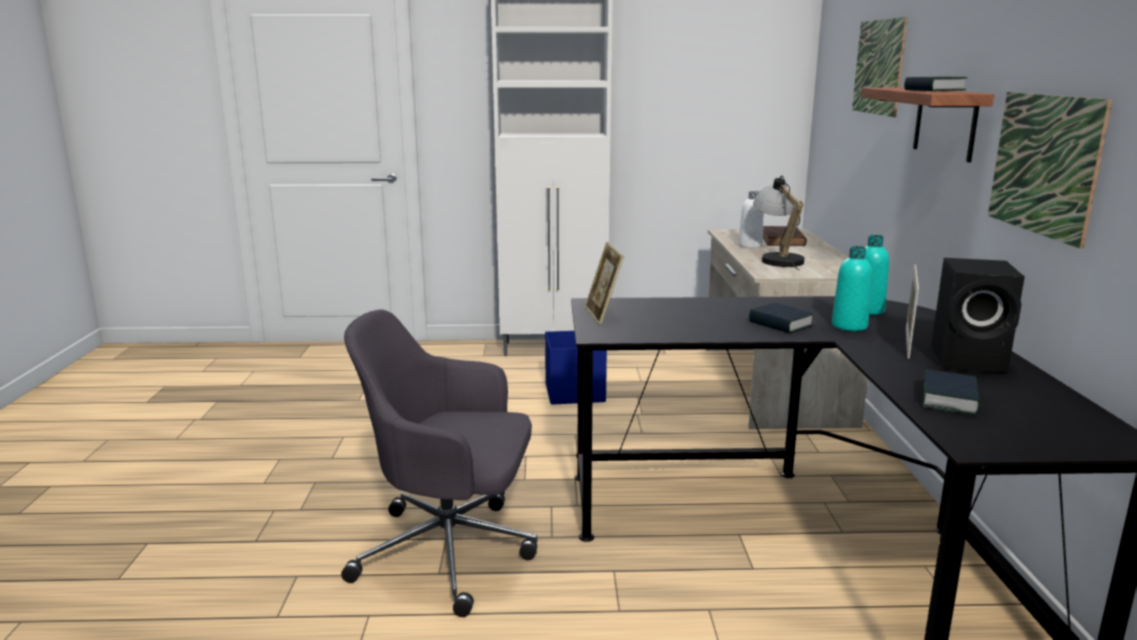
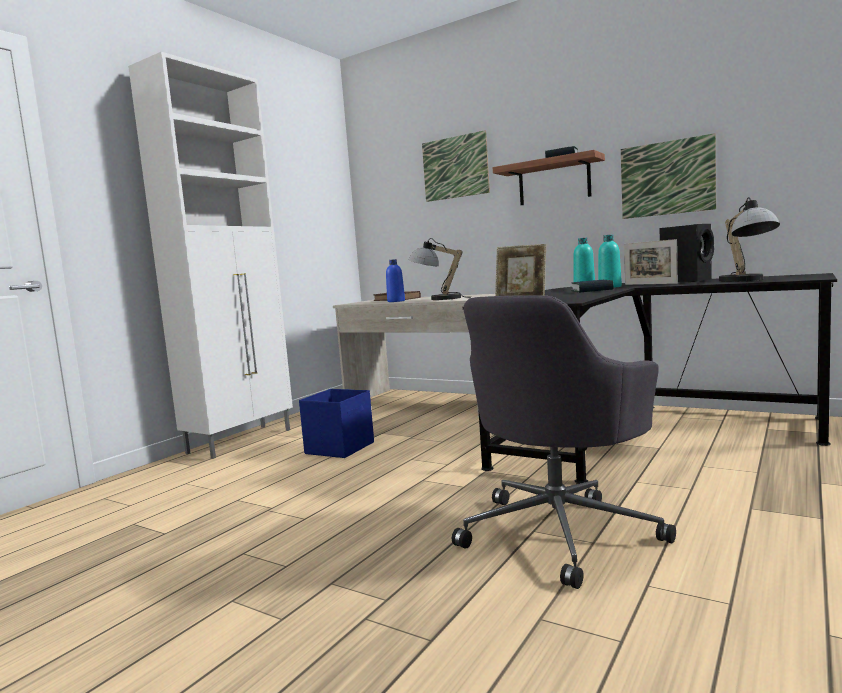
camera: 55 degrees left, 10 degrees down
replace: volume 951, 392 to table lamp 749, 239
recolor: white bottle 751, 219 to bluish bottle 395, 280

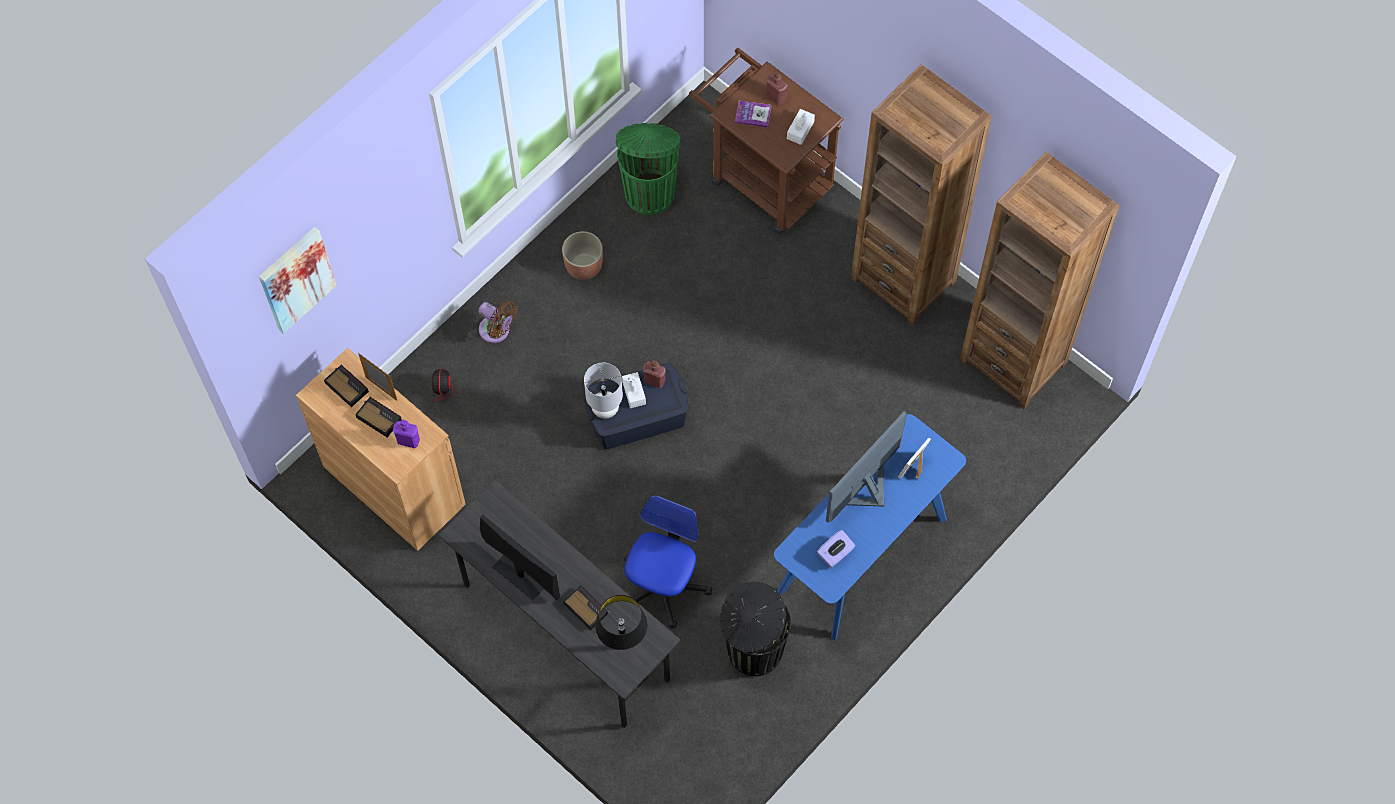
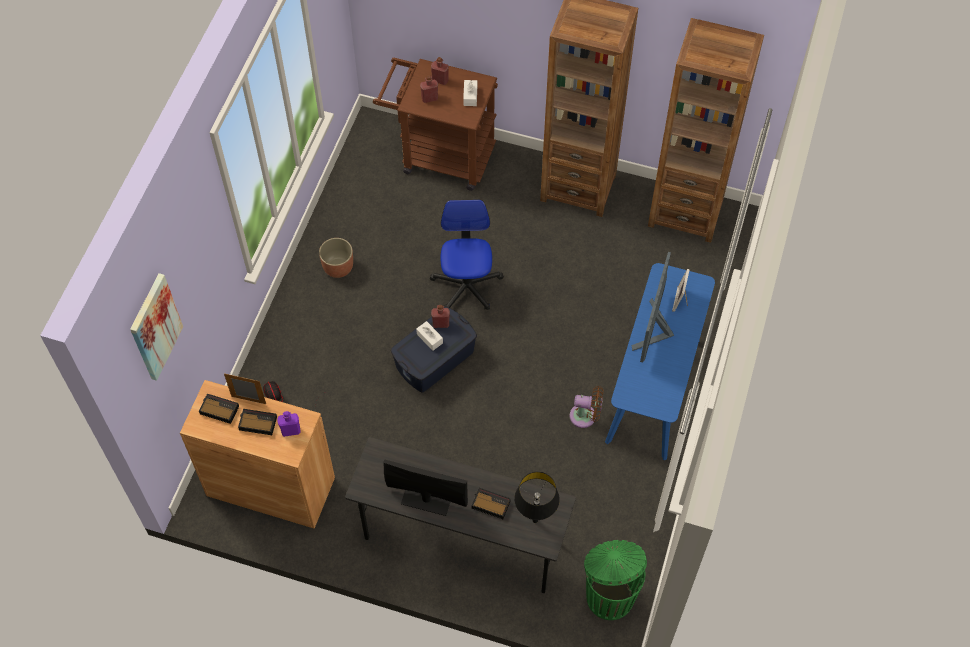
camera: 25 degrees left, 5 degrees down
delete: greyish table lamp 603, 391; blackish trash can 755, 629; purple tissue holder 836, 549
move: brown electric fan 498, 322 to 586, 407; greenish trash can 648, 169 to 615, 580; office chair 668, 562 to 467, 255
replace: volume 753, 114 to red bottle 429, 89

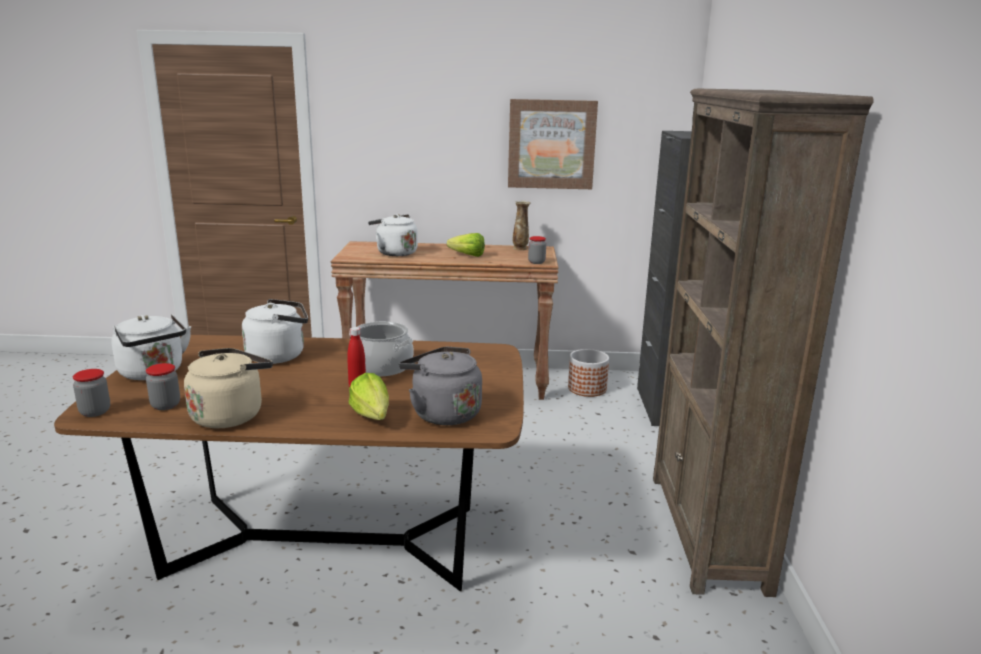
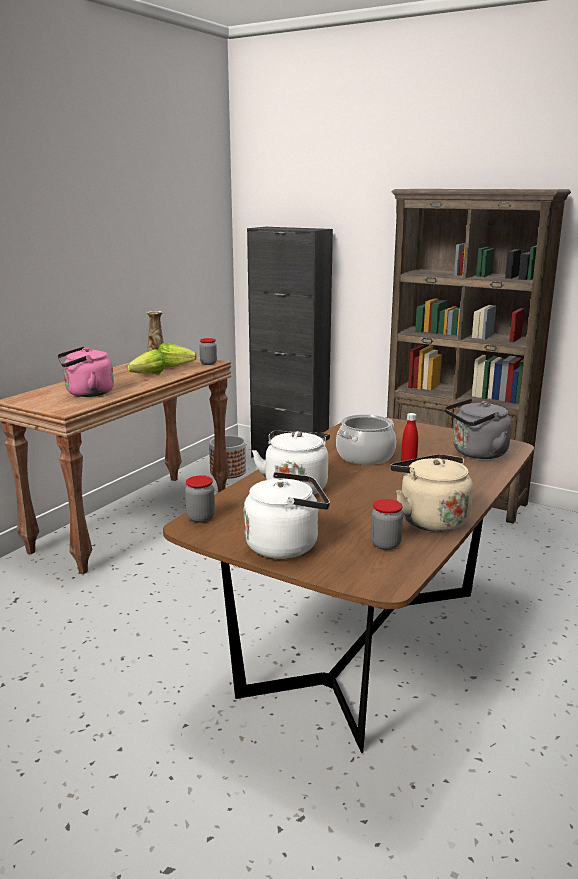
camera: 60 degrees left, 0 degrees up
delete: wall picture 553, 144
move: jar 91, 393 to 200, 499; lettuce 369, 396 to 177, 355
recolor: white water kettle 393, 235 to pink-coloured water kettle 85, 372

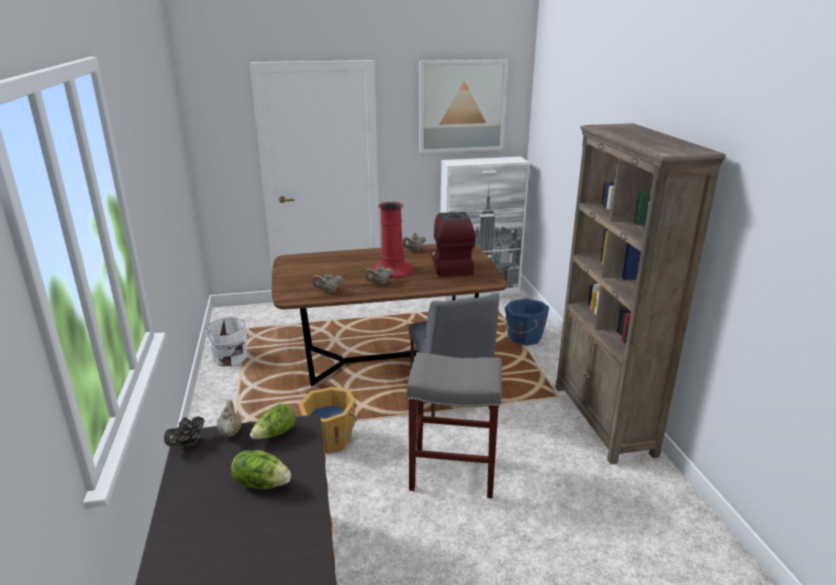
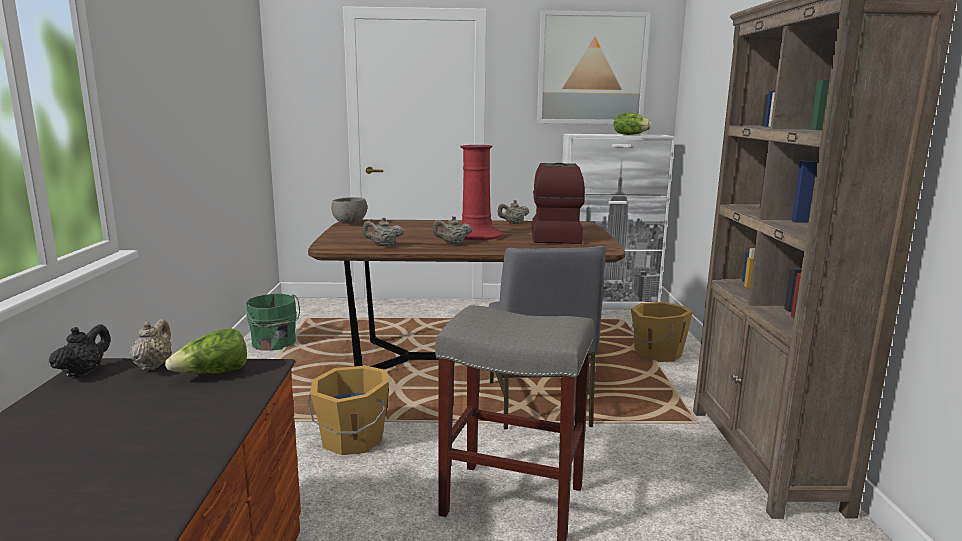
camera: 10 degrees right, 10 degrees down
insert: greyish deep dish 349, 210
move: lettuce 261, 469 to 632, 124
recolor: white pail 228, 342 to greenish pail 272, 322; bluish pail 527, 322 to orange-coloured pail 662, 332
rotate: blackish pot for tea 184, 431 = 80, 350 150 degrees clockwise

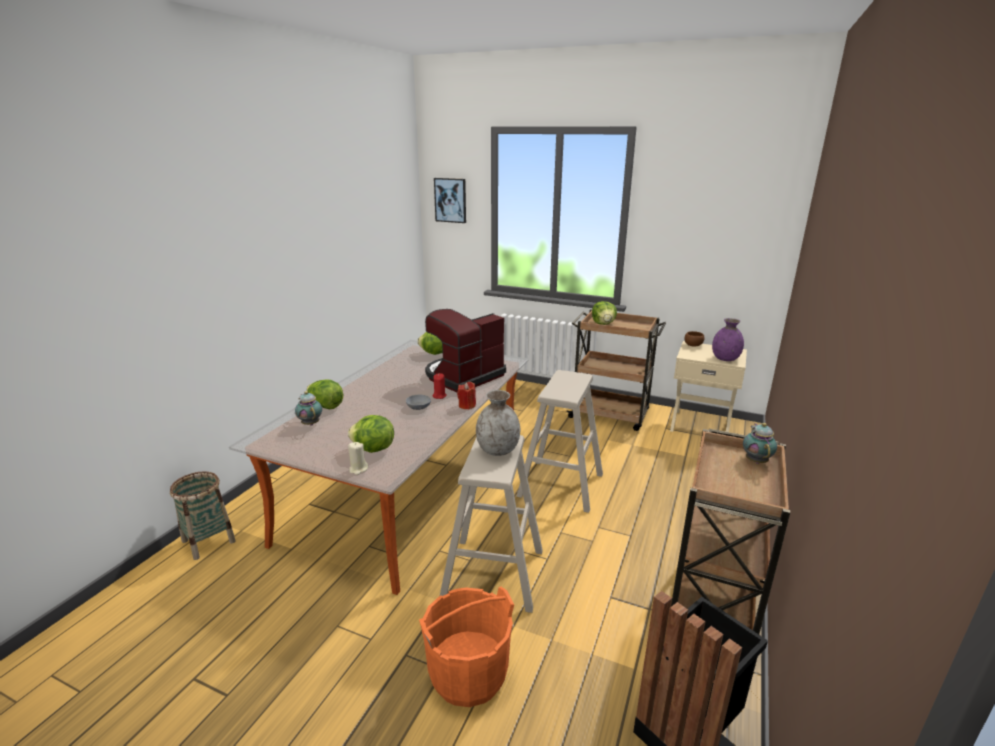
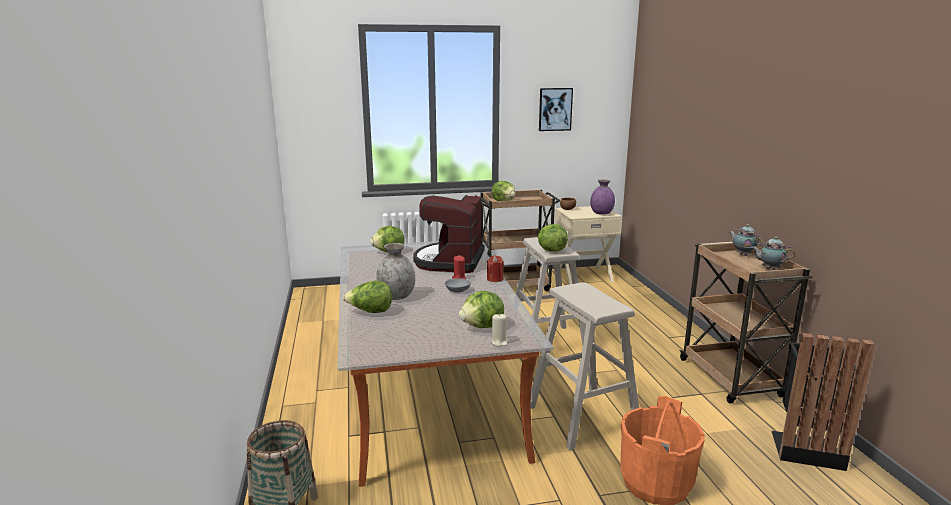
camera: 35 degrees left, 5 degrees down
insert: lettuce 553, 238
move: pot for tea 308, 408 to 773, 253; wall picture 450, 200 to 556, 109; greyish flower vase 498, 423 to 395, 271

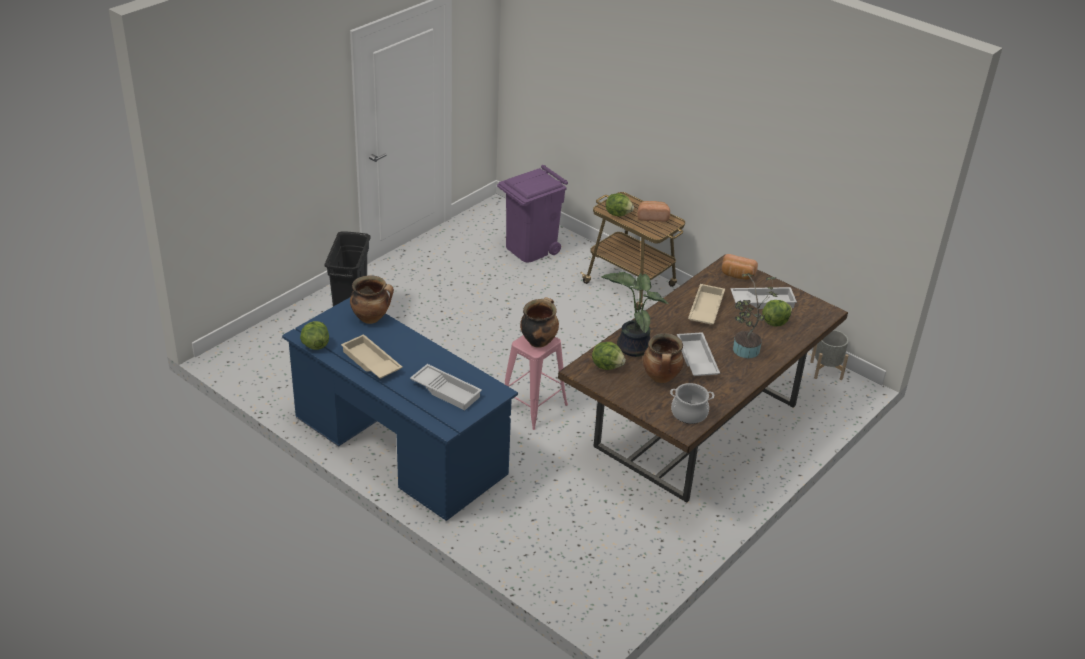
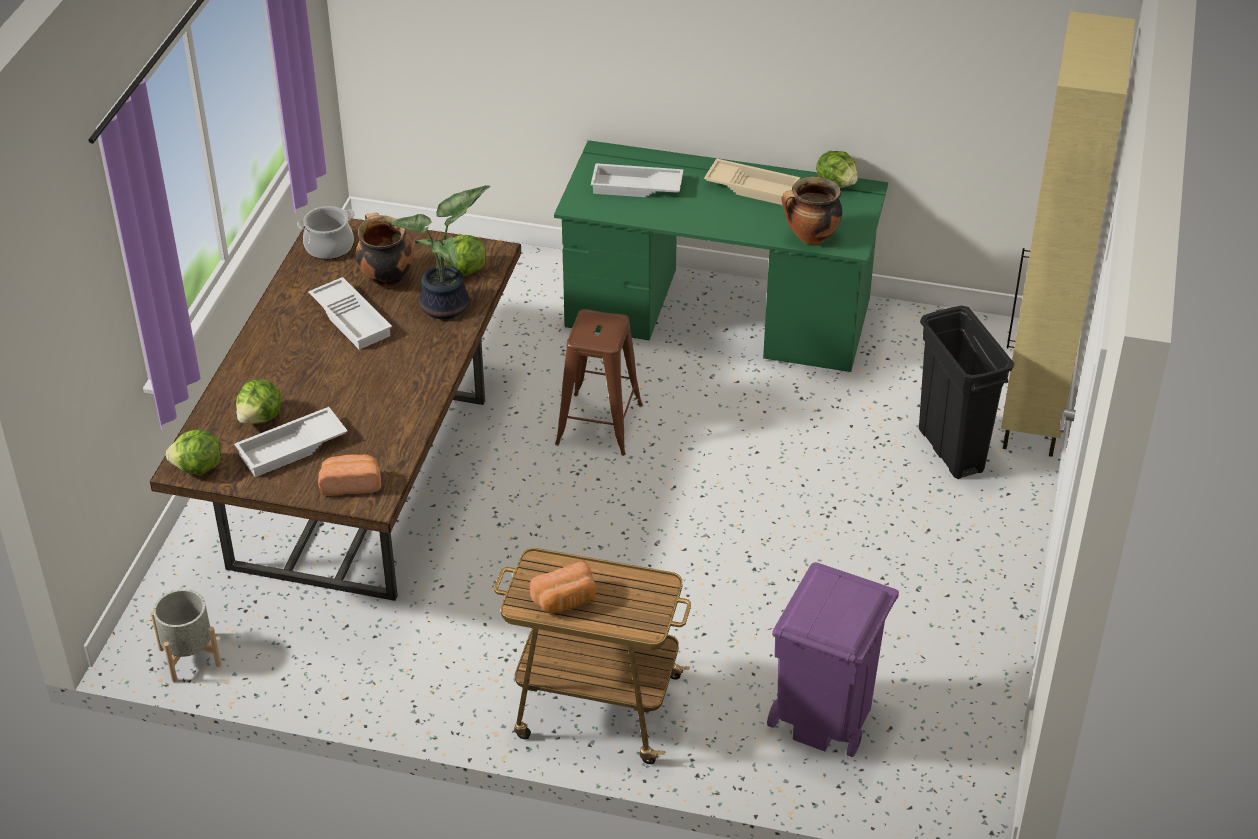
camera: 155 degrees right, 5 degrees up
delete: saucepot 539, 322; beige-coloured serving tray 706, 304; potted plant 755, 315
insert: beige-coloured cupboard 1068, 234
move: lettuce 620, 204 to 193, 452
recolor: bluish desk 400, 409 to greenish desk 721, 256; pink-coloured stool 536, 382 to brown stool 599, 382

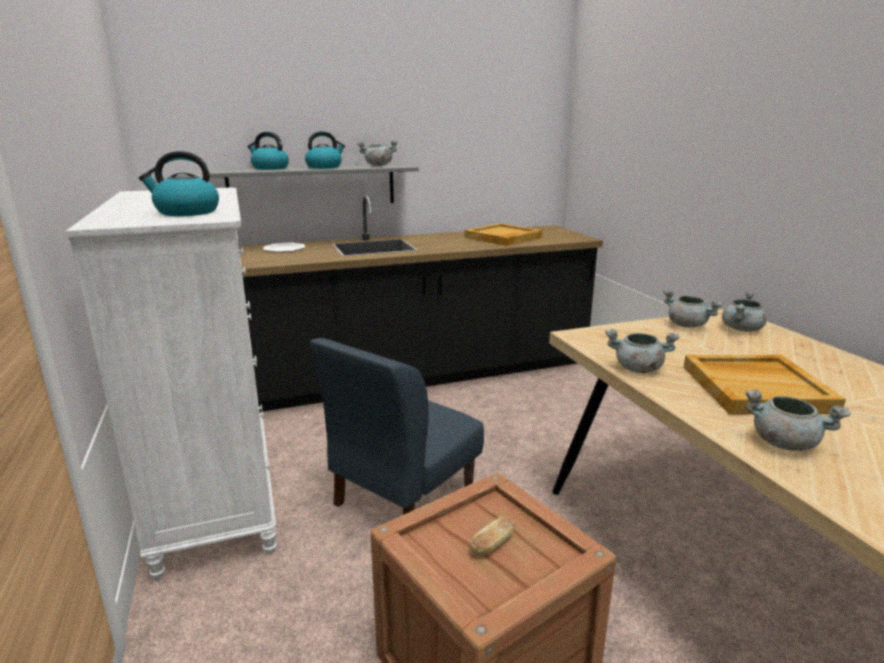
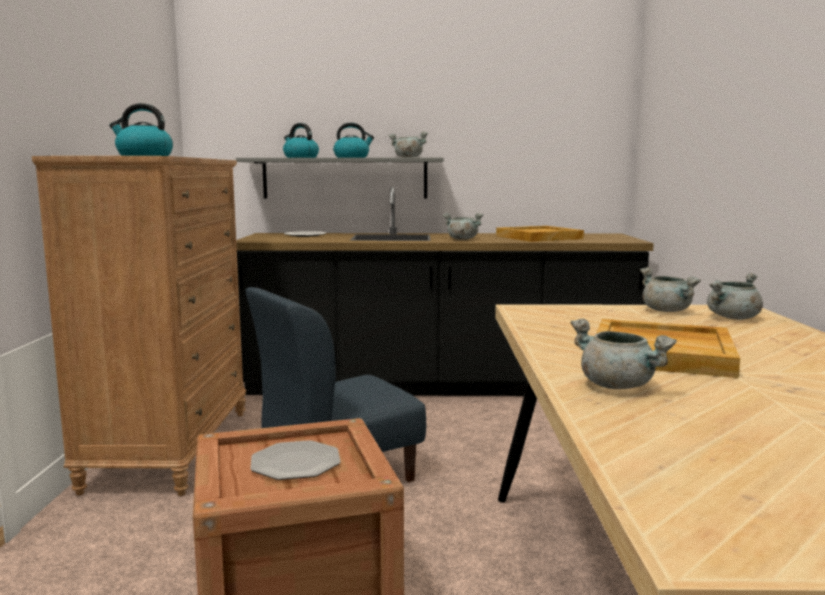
camera: 20 degrees right, 10 degrees down
move: greyish saucepot 642, 351 to 463, 226
replace: bakery bread 492, 535 to plate 295, 460
recolor: white chest of drawers 171, 384 to brown chest of drawers 139, 326

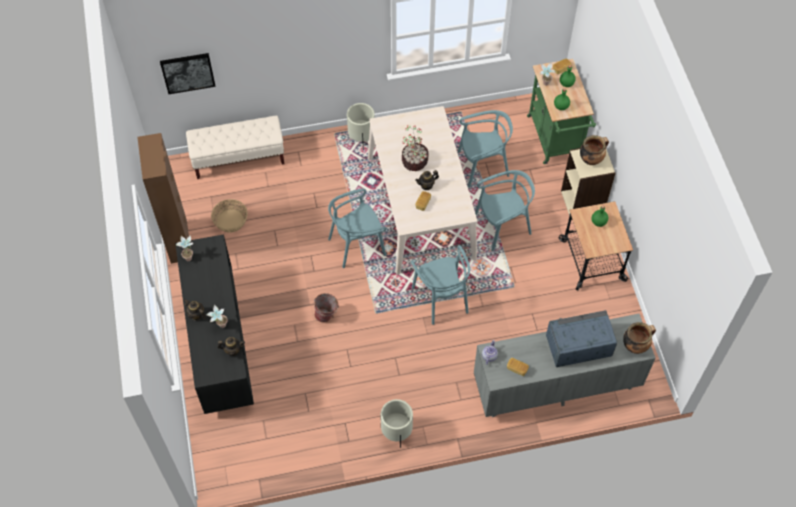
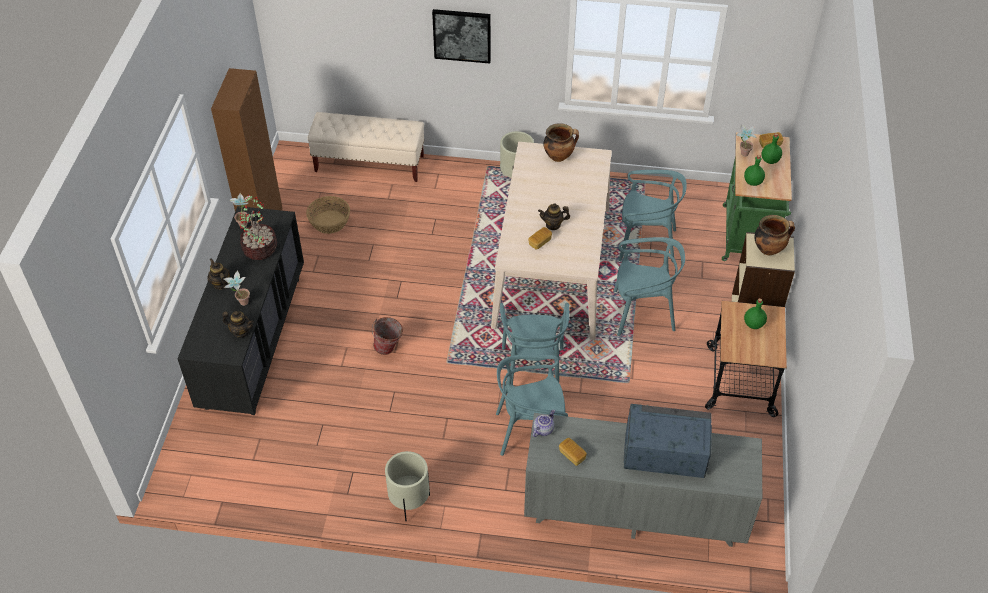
camera: 20 degrees right, 10 degrees down
move: wall picture 188, 73 to 461, 36; blue-green upright chair 357, 228 to 532, 405; potted plant 415, 148 to 258, 227; saucepot 639, 338 to 561, 142

